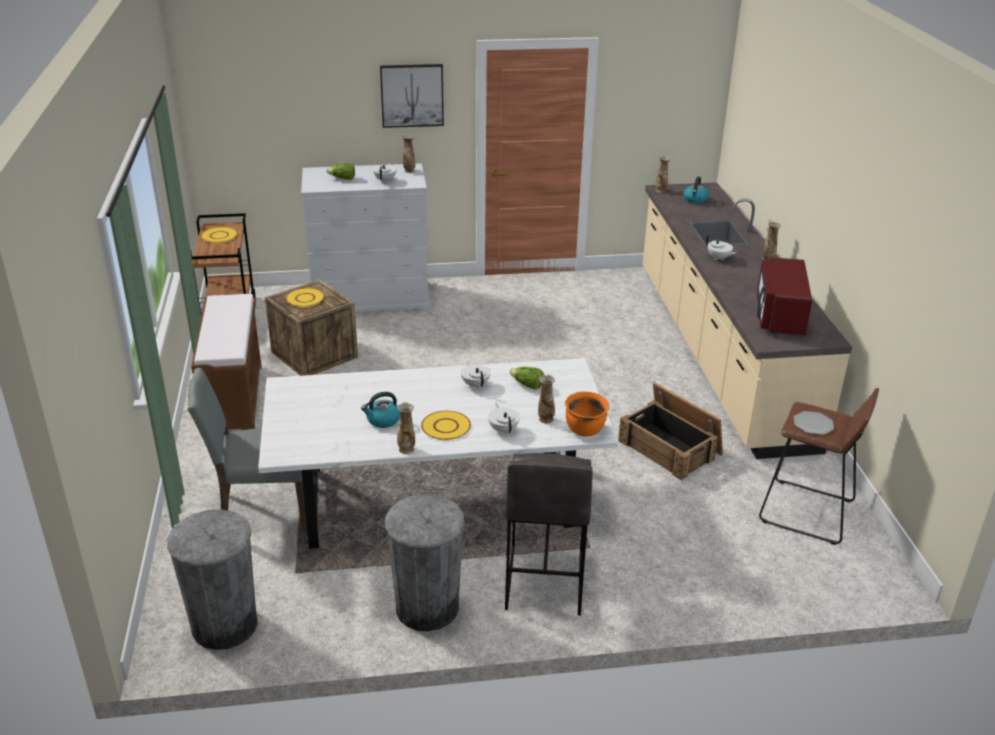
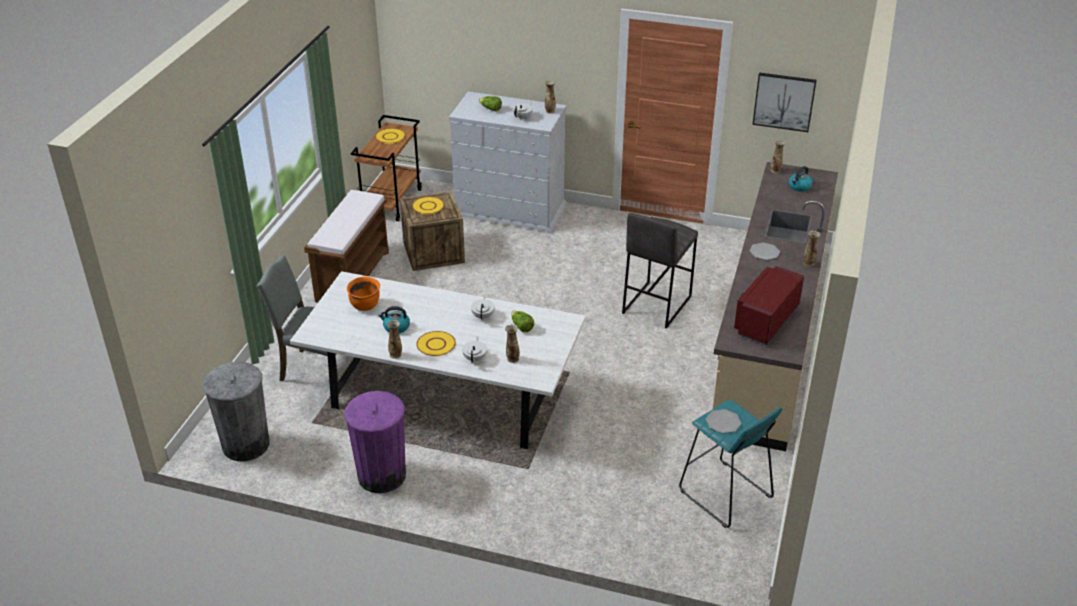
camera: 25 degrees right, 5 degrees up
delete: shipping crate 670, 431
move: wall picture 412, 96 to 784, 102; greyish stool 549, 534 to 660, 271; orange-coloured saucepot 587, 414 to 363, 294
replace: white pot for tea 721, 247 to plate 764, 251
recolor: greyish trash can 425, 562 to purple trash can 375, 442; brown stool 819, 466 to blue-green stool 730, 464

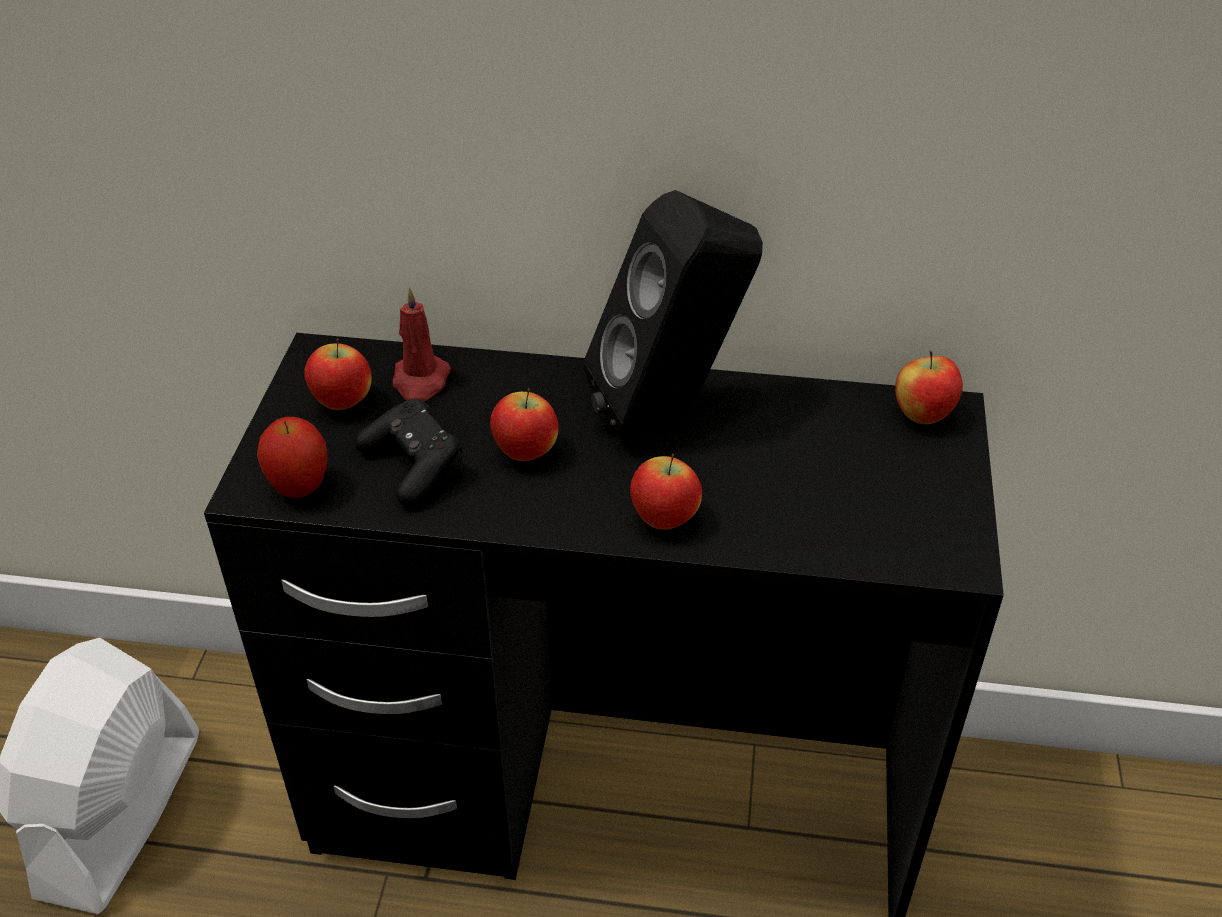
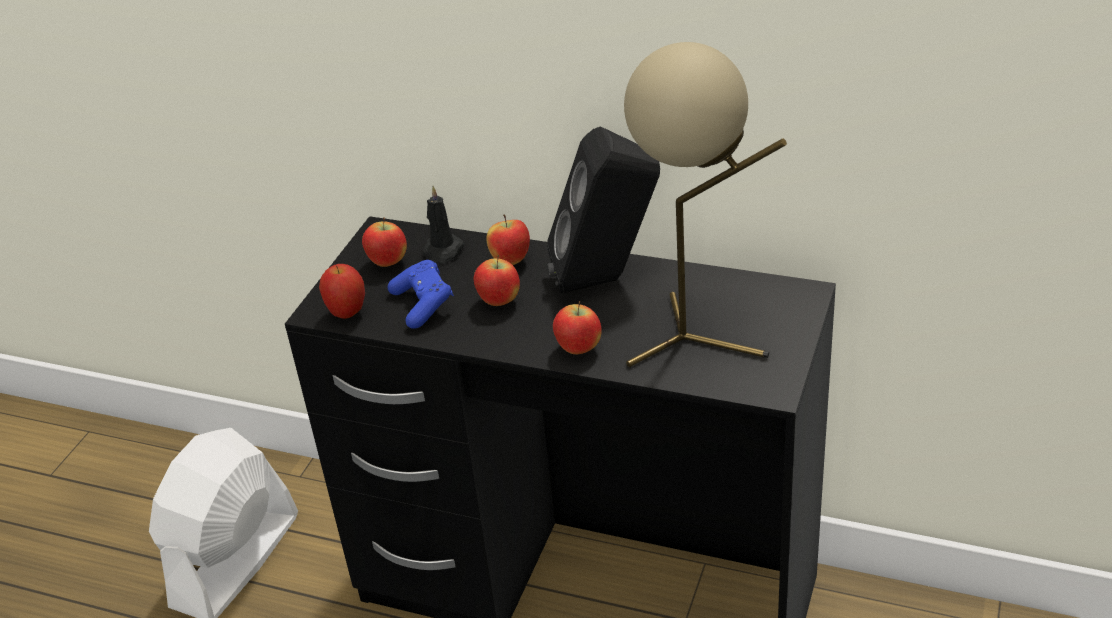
camera: 15 degrees right, 5 degrees down
insert: beige-coloured table lamp 705, 204
move: whole apple 929, 387 to 508, 240
recolor: blackish joypad 408, 452 to bluish joypad 421, 294; red wax light 422, 344 to blackish wax light 443, 226

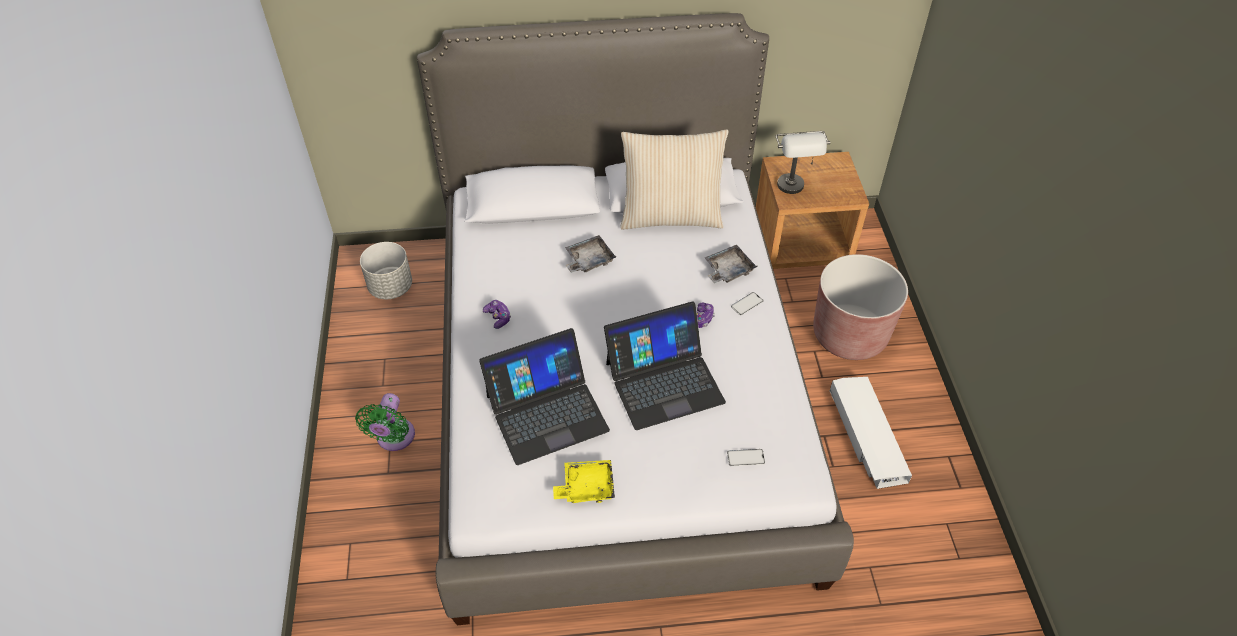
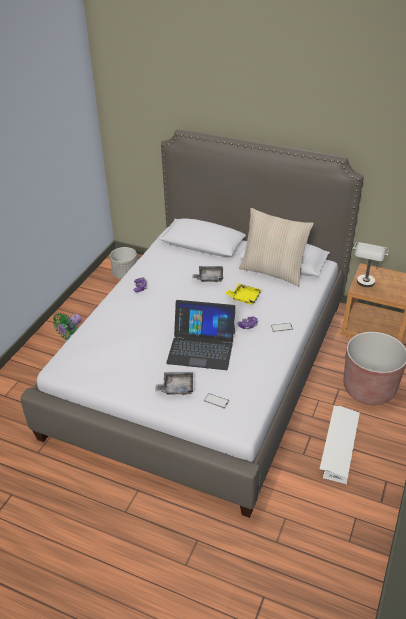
camera: 30 degrees right, 10 degrees down
delete: portable computer 544, 396
move: yellowish serving tray 584, 481 to 243, 294; greyish serving tray 731, 264 to 174, 383

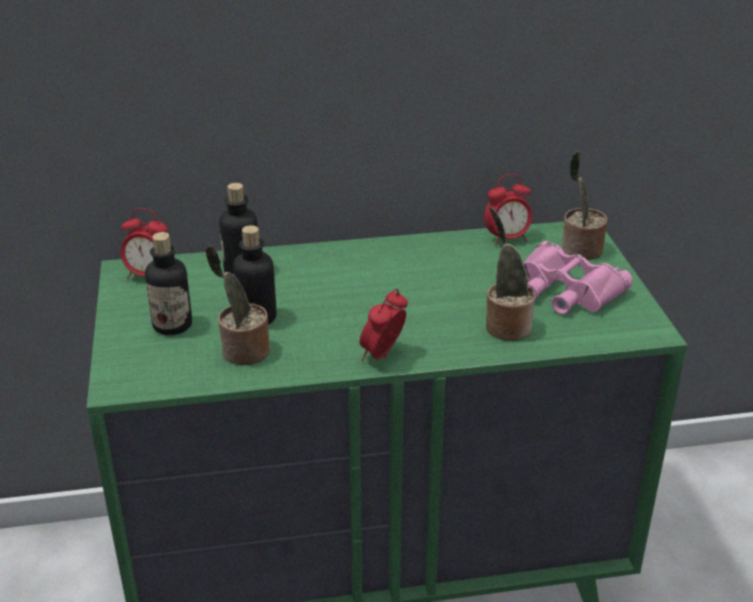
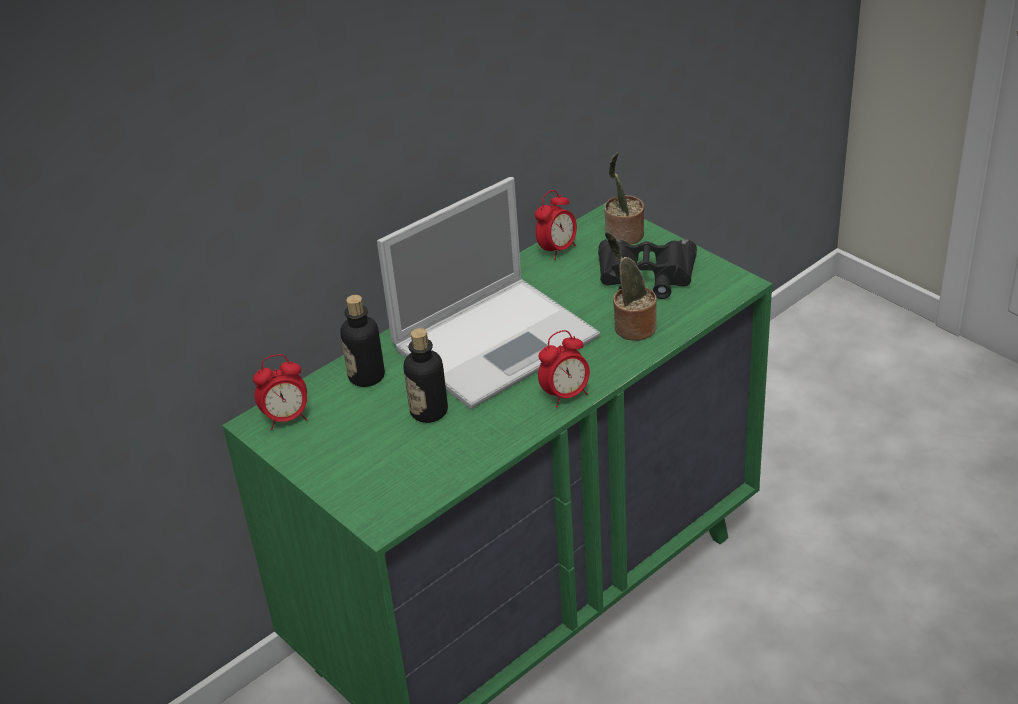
camera: 30 degrees left, 5 degrees up
delete: bottle 168, 283; potted plant 237, 305
insert: portable computer 488, 293
recolor: pink-coloured binoculars 578, 278 to blackish binoculars 647, 269
rotate: table clock 384, 325 = 564, 369 120 degrees counterclockwise

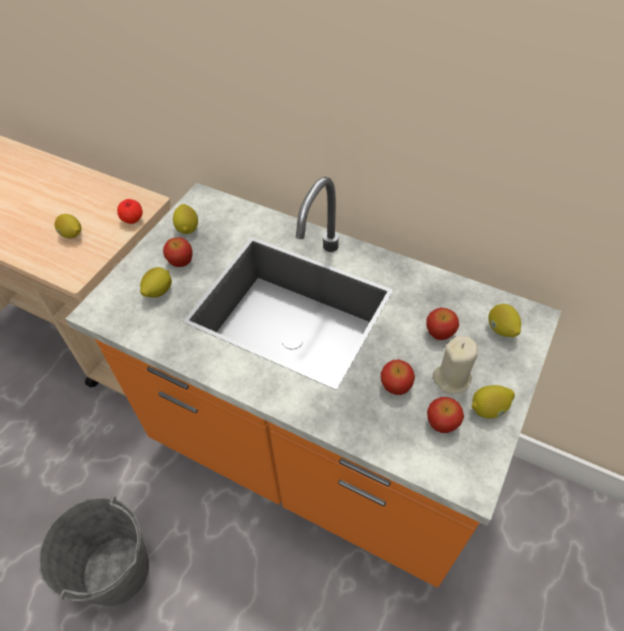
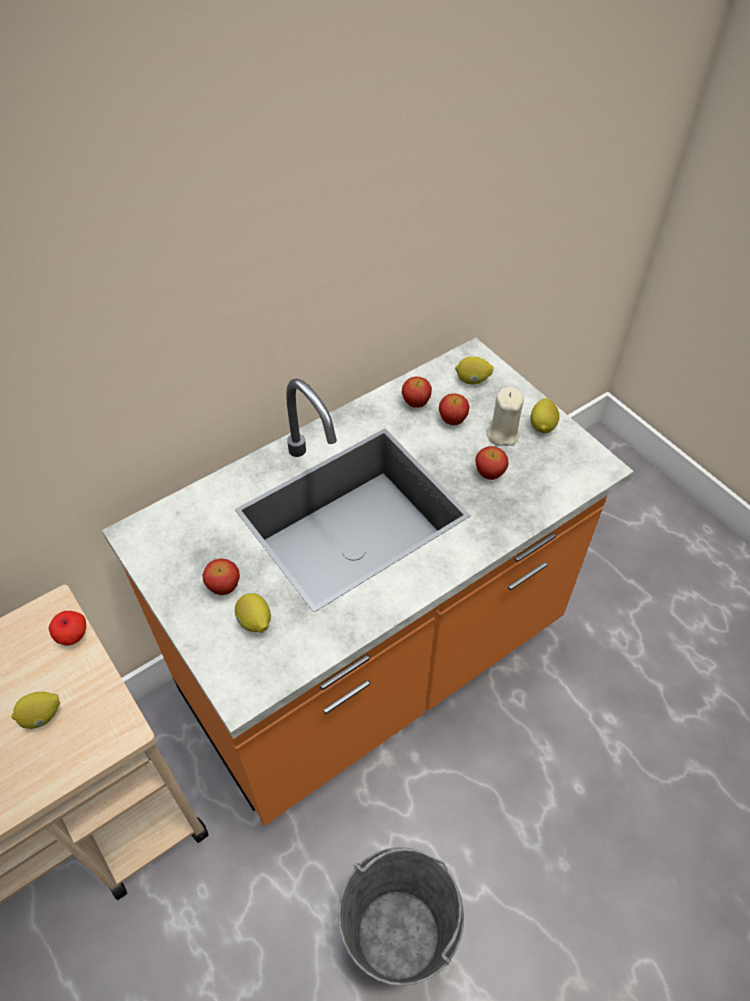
camera: 65 degrees left, 0 degrees up
delete: lemon 185, 219
move: whole apple 445, 415 to 417, 392

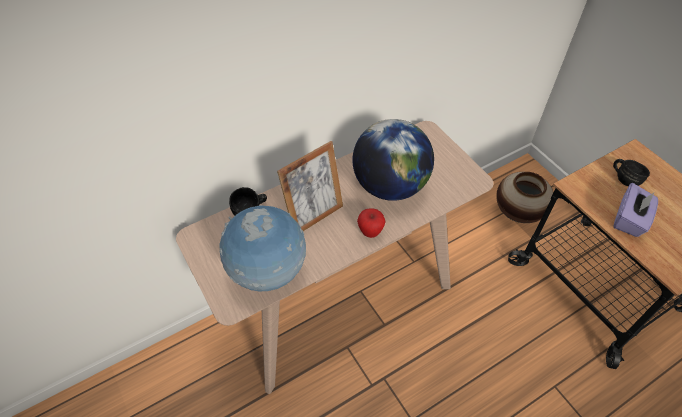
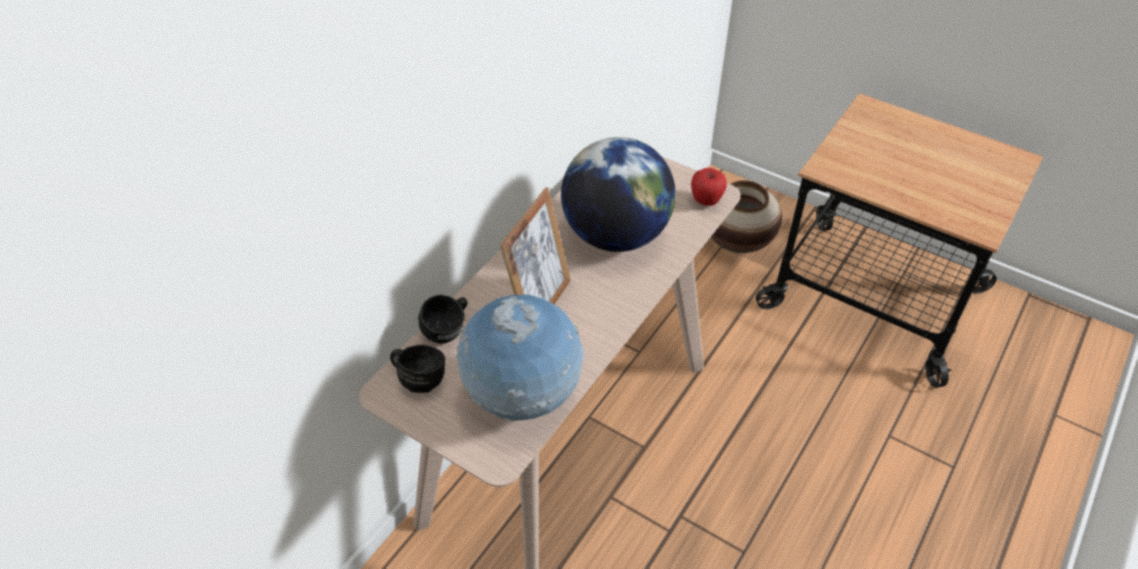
camera: 25 degrees left, 5 degrees down
delete: purple tissue holder 635, 210
move: whole apple 371, 223 to 709, 187; blackish tea mug 631, 172 to 417, 369

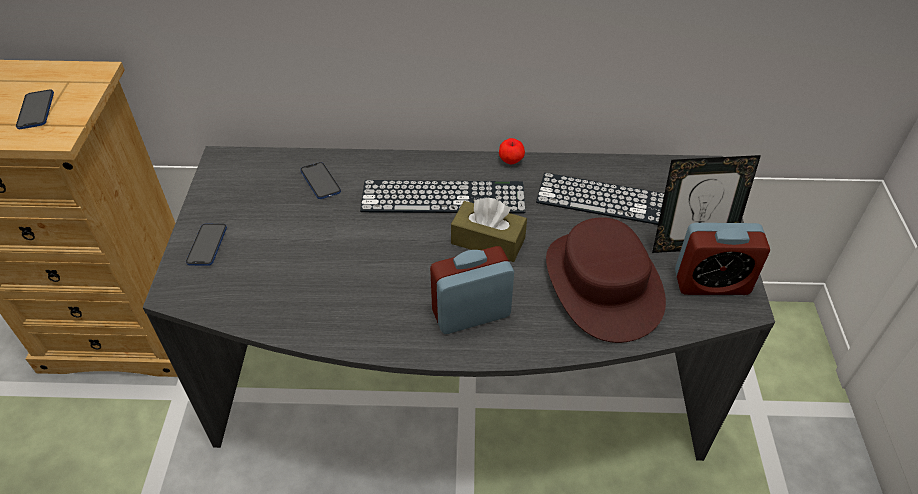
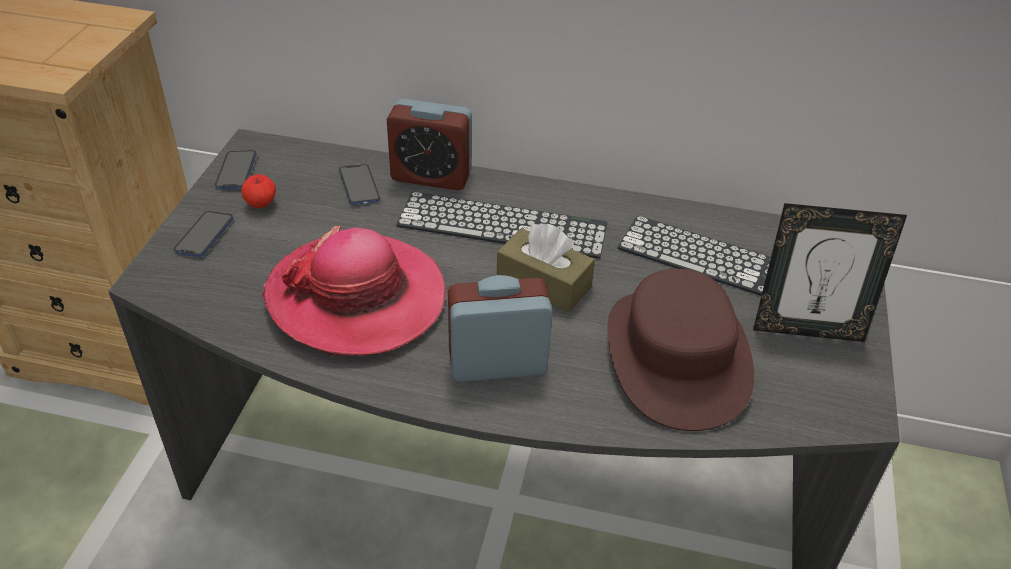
camera: 10 degrees right, 5 degrees down
insert: hat 353, 291
move: phone 35, 109 to 236, 170; whole apple 512, 151 to 258, 191; table clock 722, 259 to 429, 144

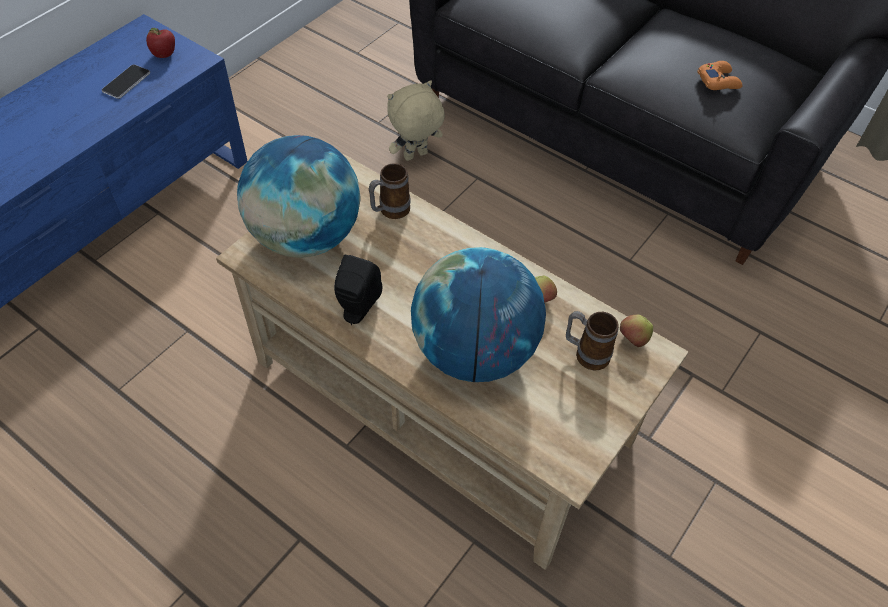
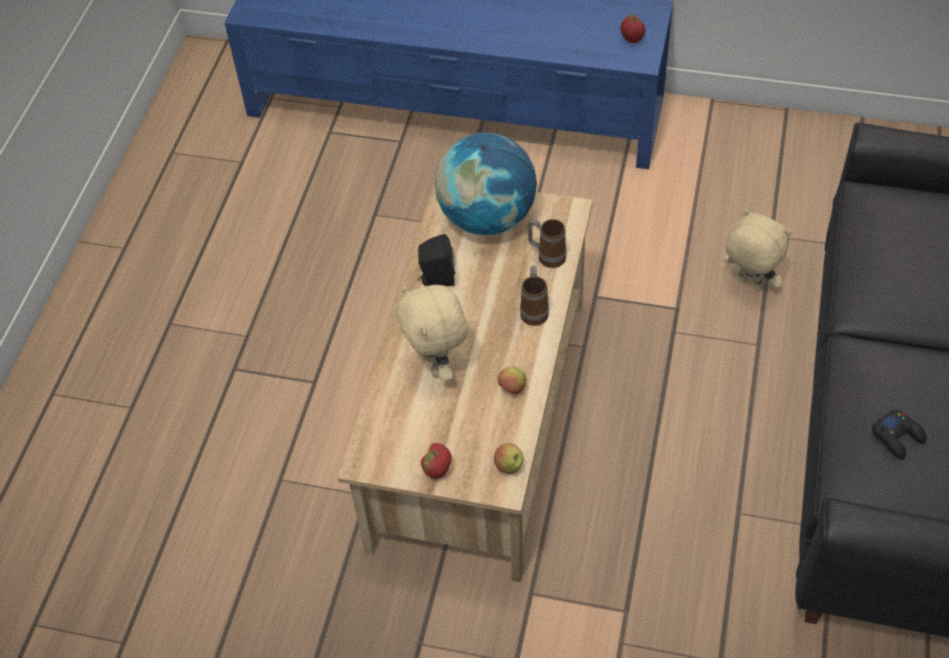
camera: 70 degrees right, 0 degrees up
delete: phone 126, 81
insert: whole apple 436, 461
move: tea mug 592, 340 to 534, 296
replace: globe 478, 314 to beige-coloured plush toy 432, 333
recolor: orange-coloured joypad 719, 75 to blackish joypad 899, 434

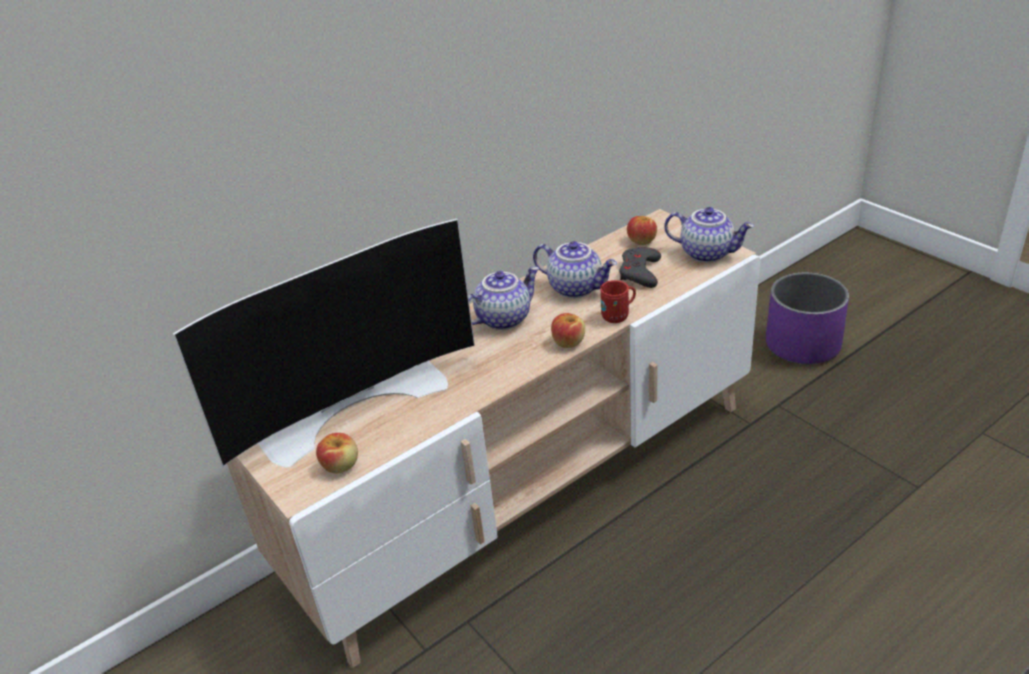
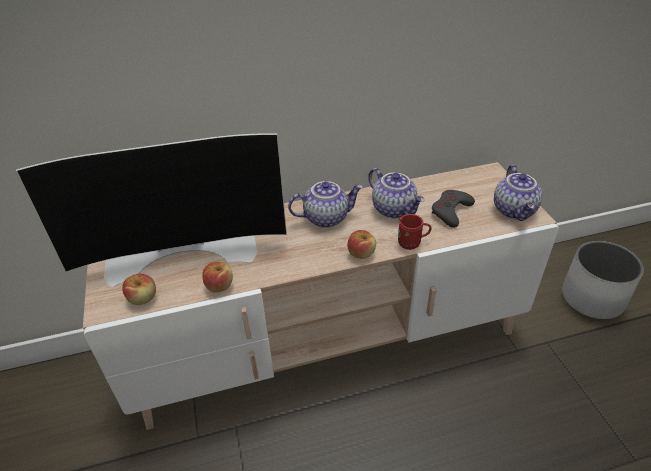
camera: 20 degrees right, 5 degrees up
move: whole apple 642, 230 to 217, 277
recolor: purple planter 807, 318 to white planter 603, 280
rotate: pot for tea 709, 235 = 518, 193 45 degrees clockwise

